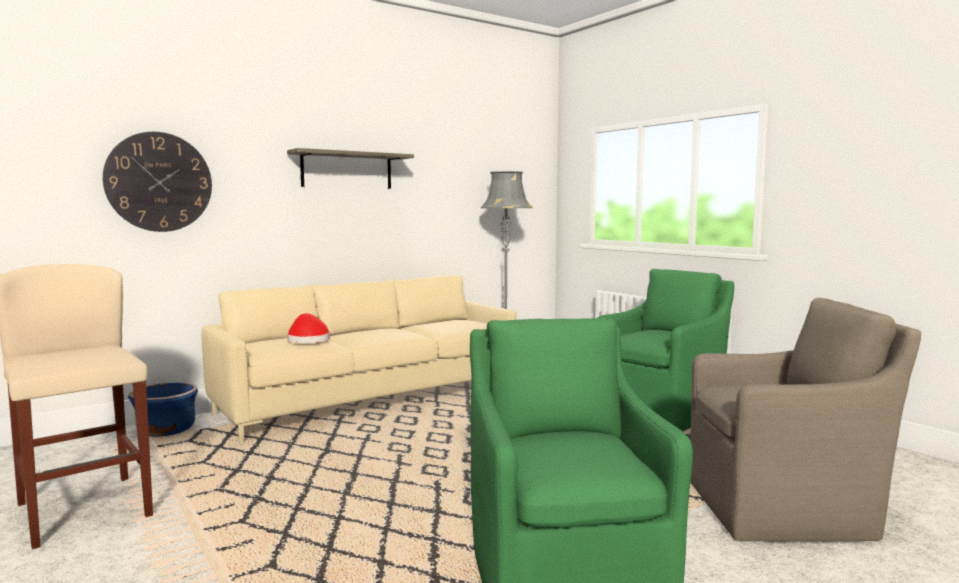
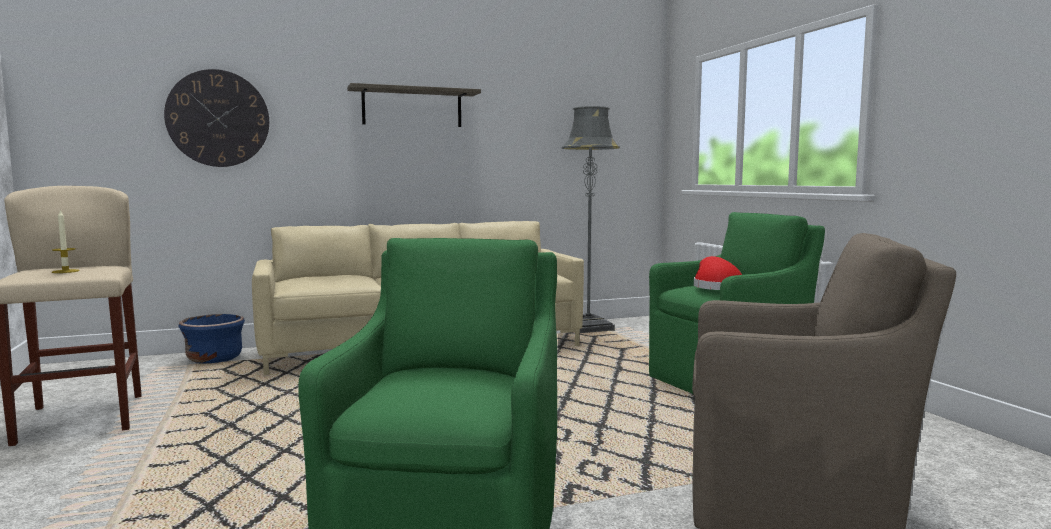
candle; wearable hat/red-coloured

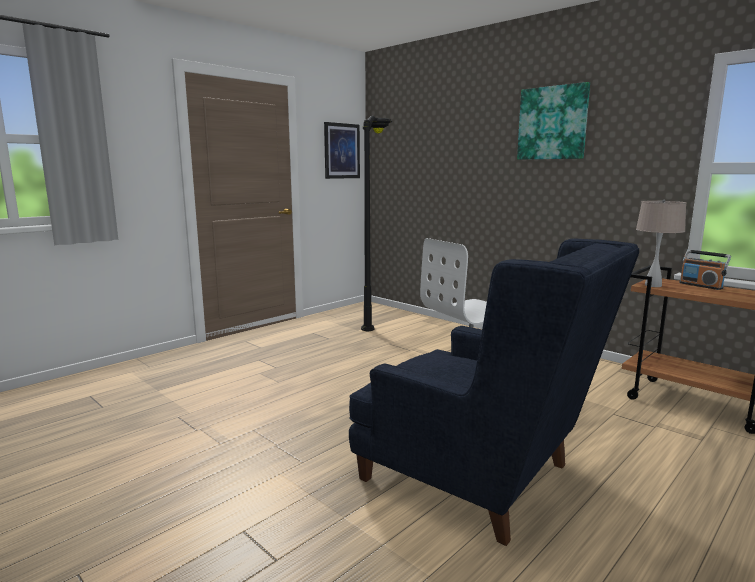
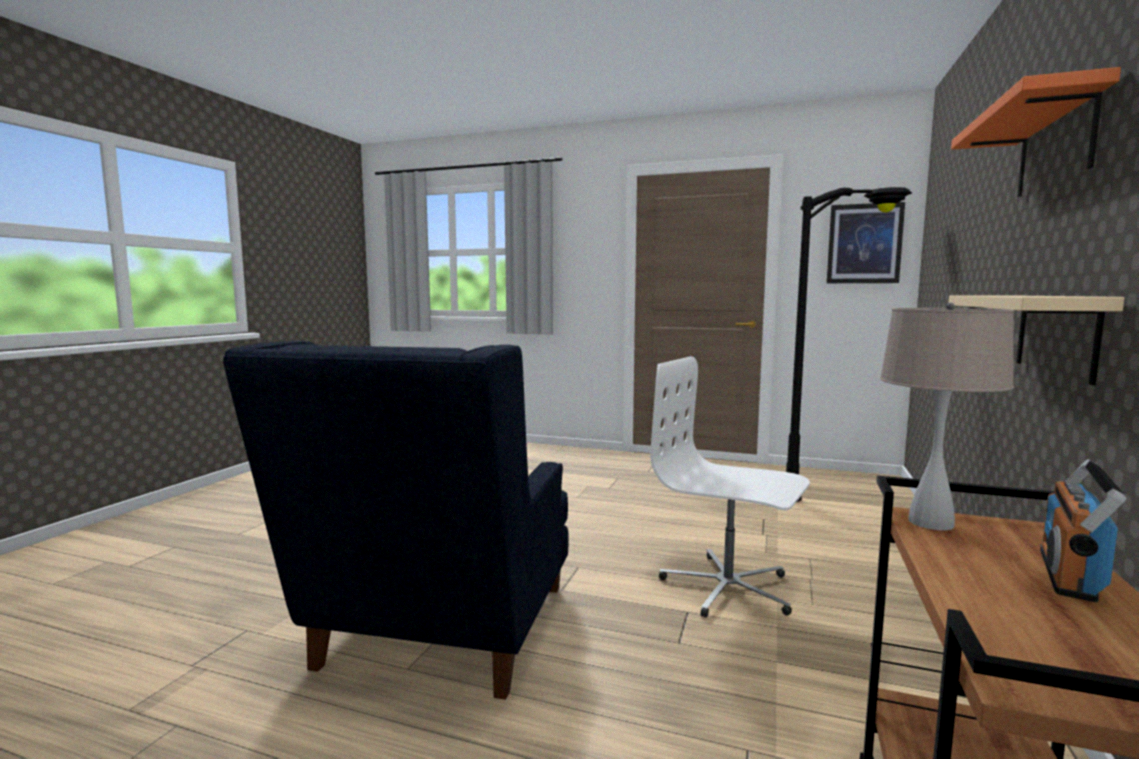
wall shelf/sand-coloured; wall shelf/orange

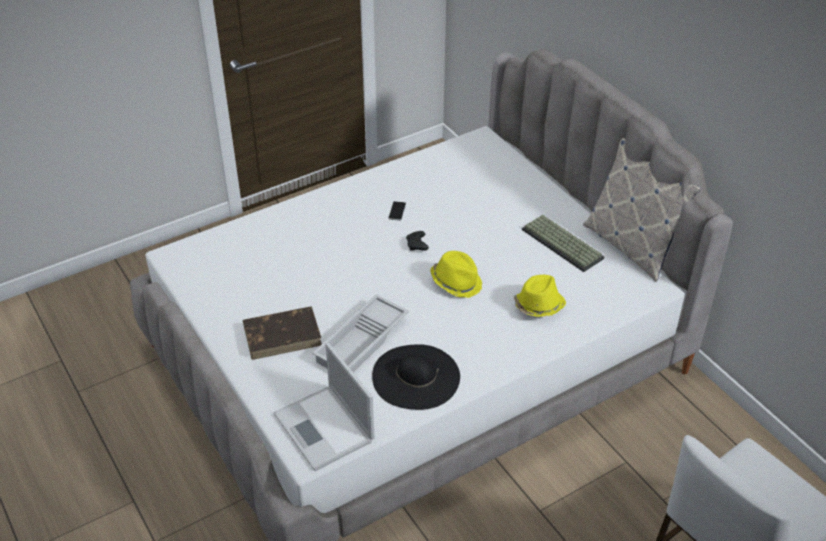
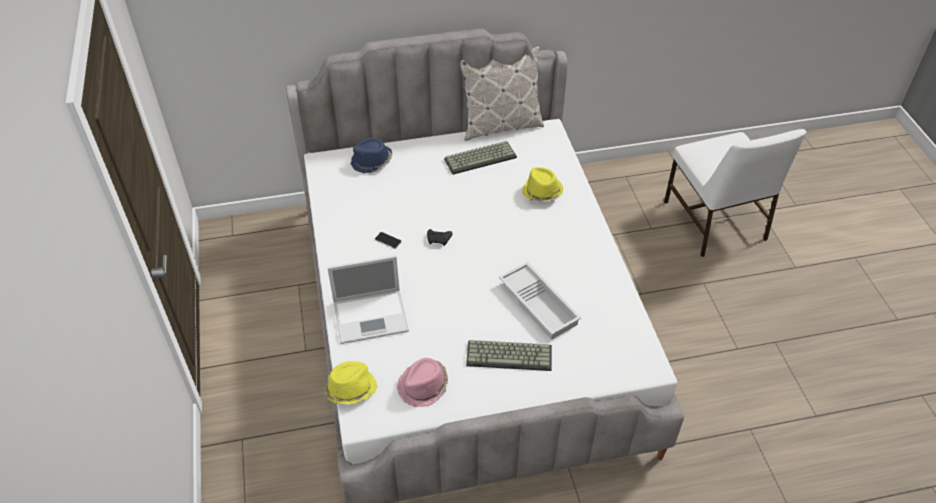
wearable hat/black; wearable hat/blue-coloured; wearable hat/pinkish; portable computer; wearable hat/yellow-coloured (no. 1 from left); PC keyboard (no. 2 from left)

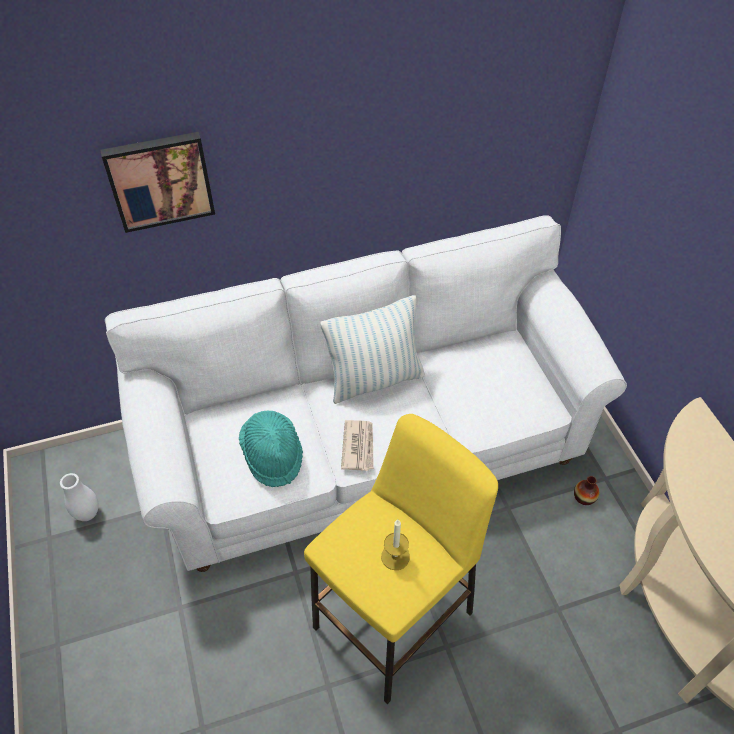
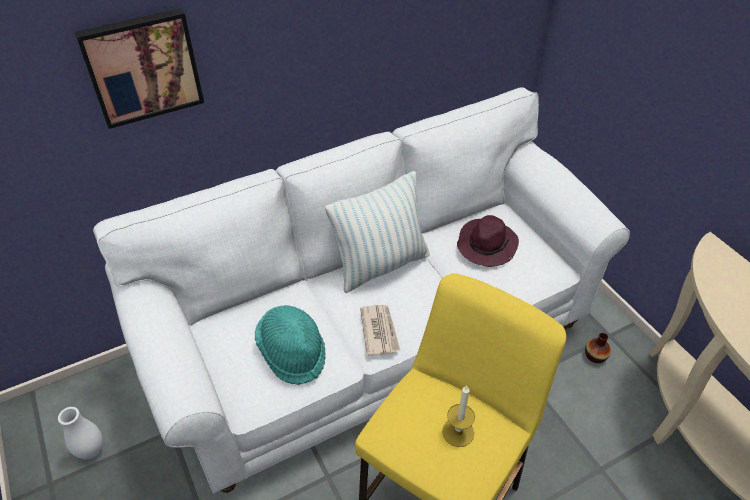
wearable hat/purplish

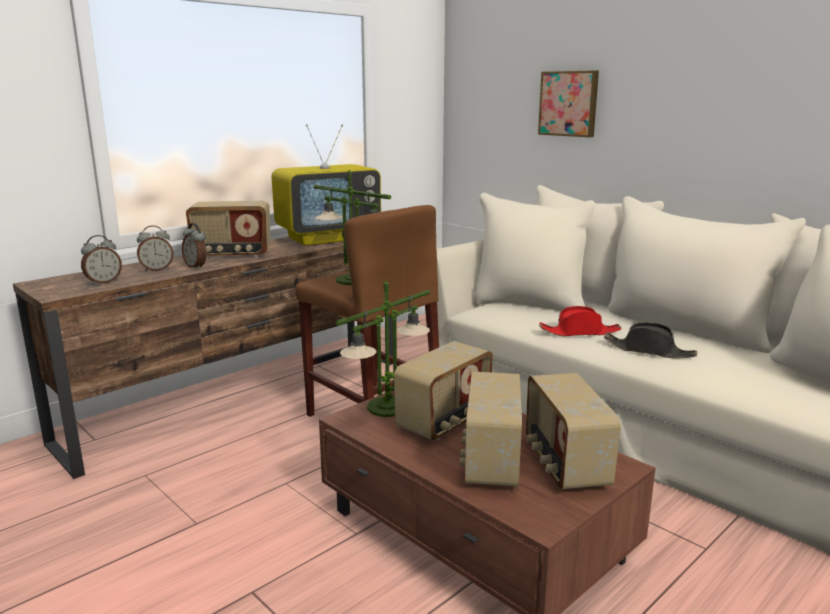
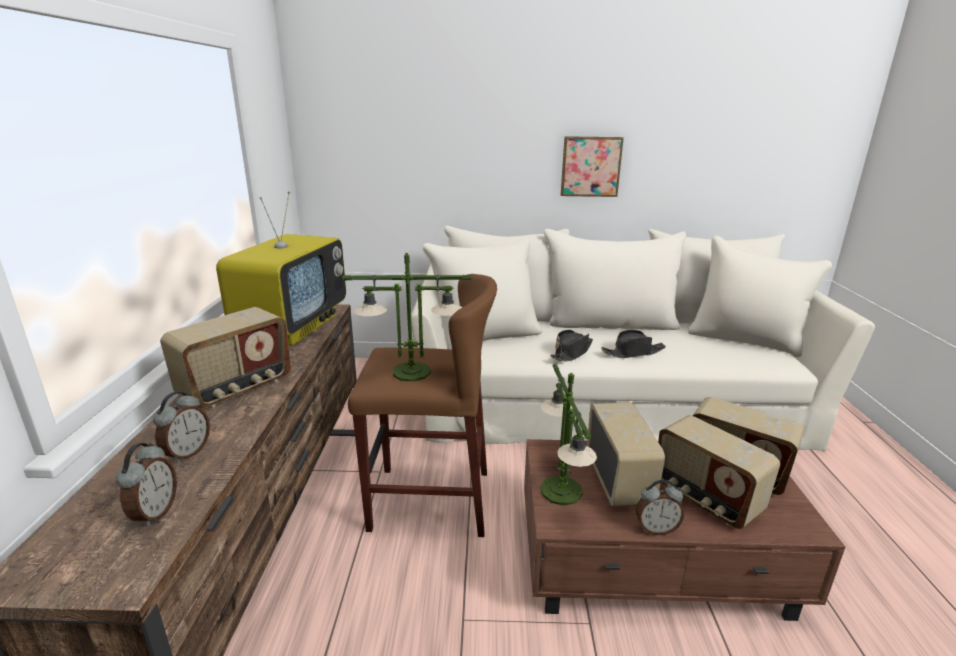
alarm clock (no. 3 from left); picture; wearable hat/black (no. 1 from left)

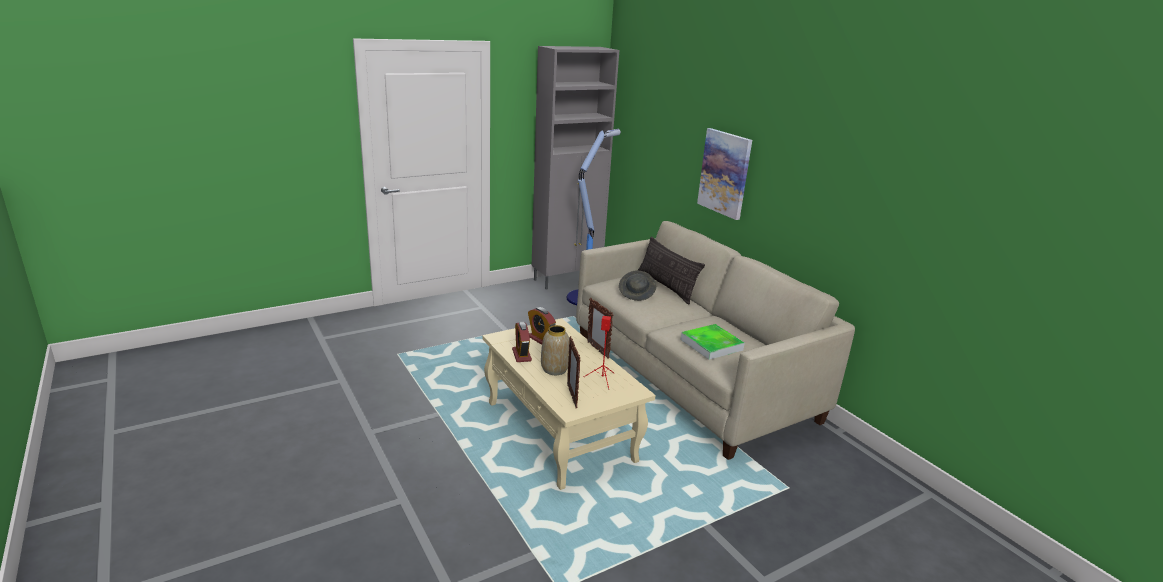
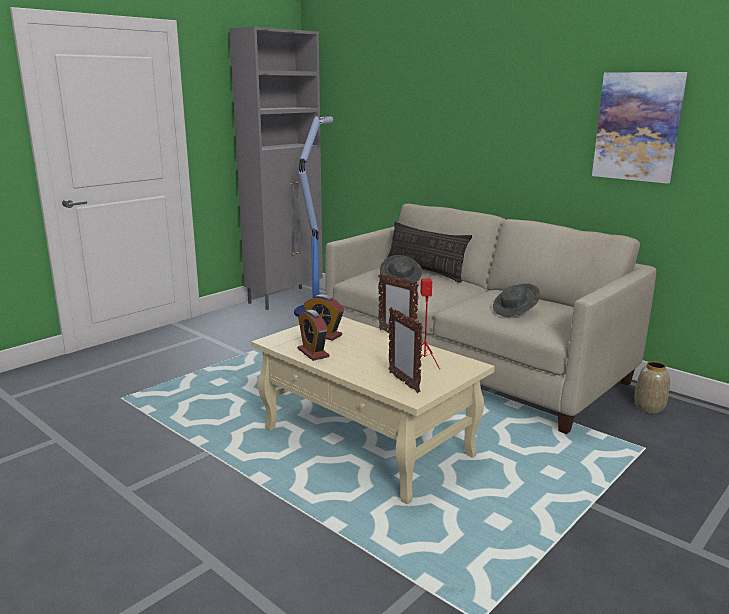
decorative vase; picture; wearable hat/gray (no. 2 from left)

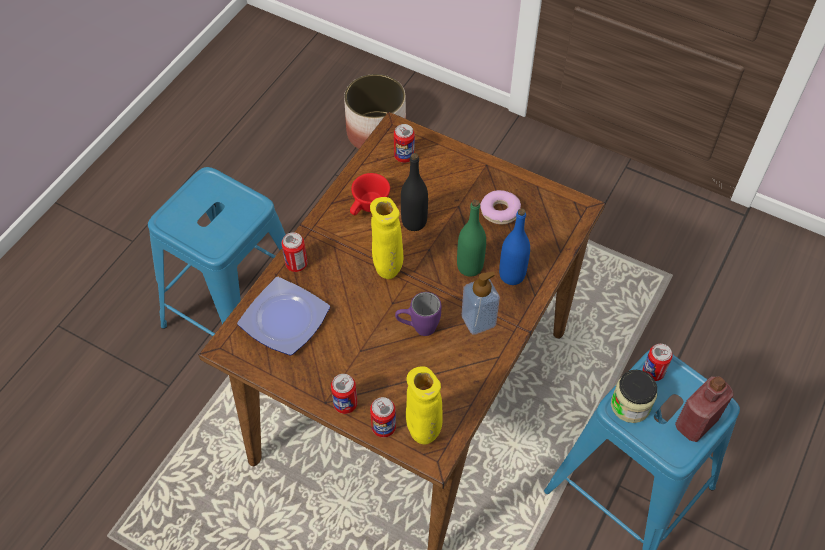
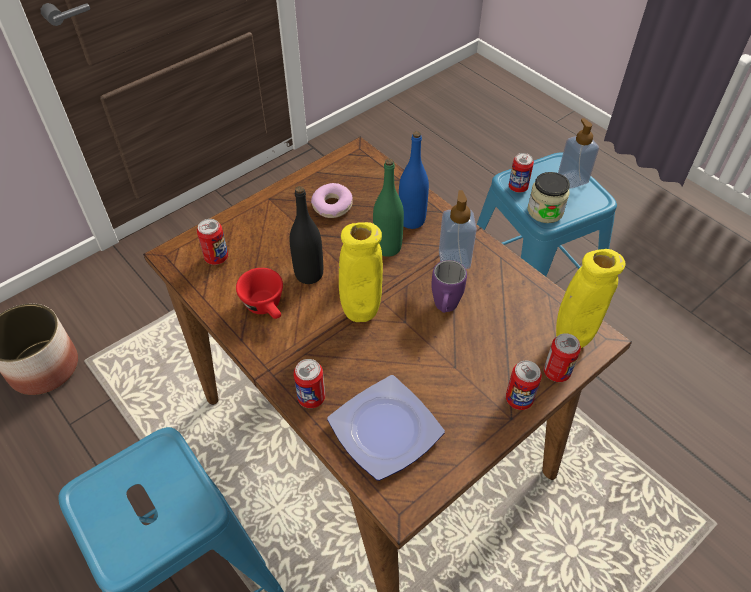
liquid soap bottle (no. 2 from left)

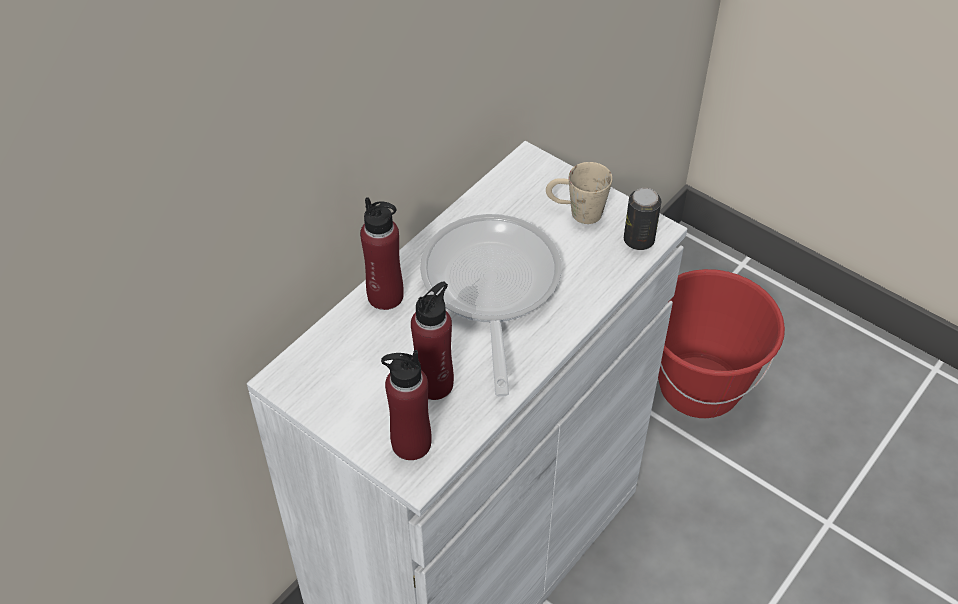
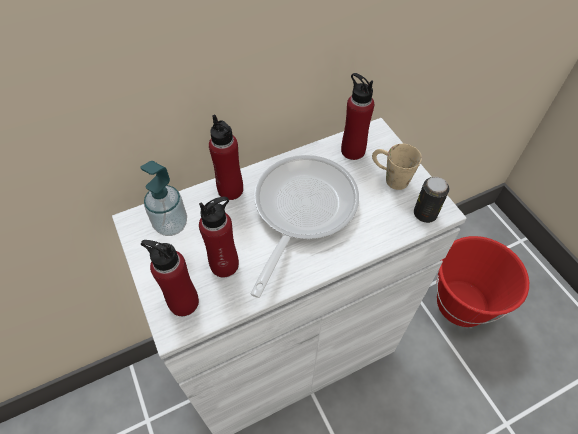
liquid soap bottle; drink bottle/red-coloured (no. 4 from left)

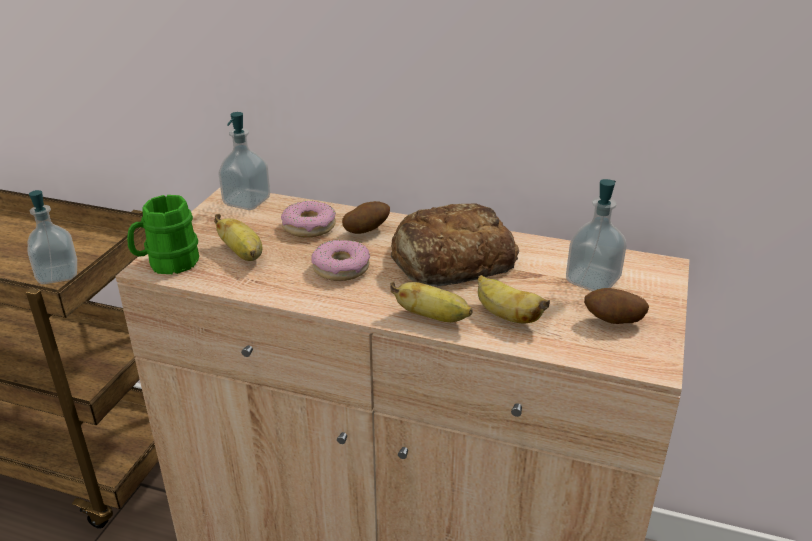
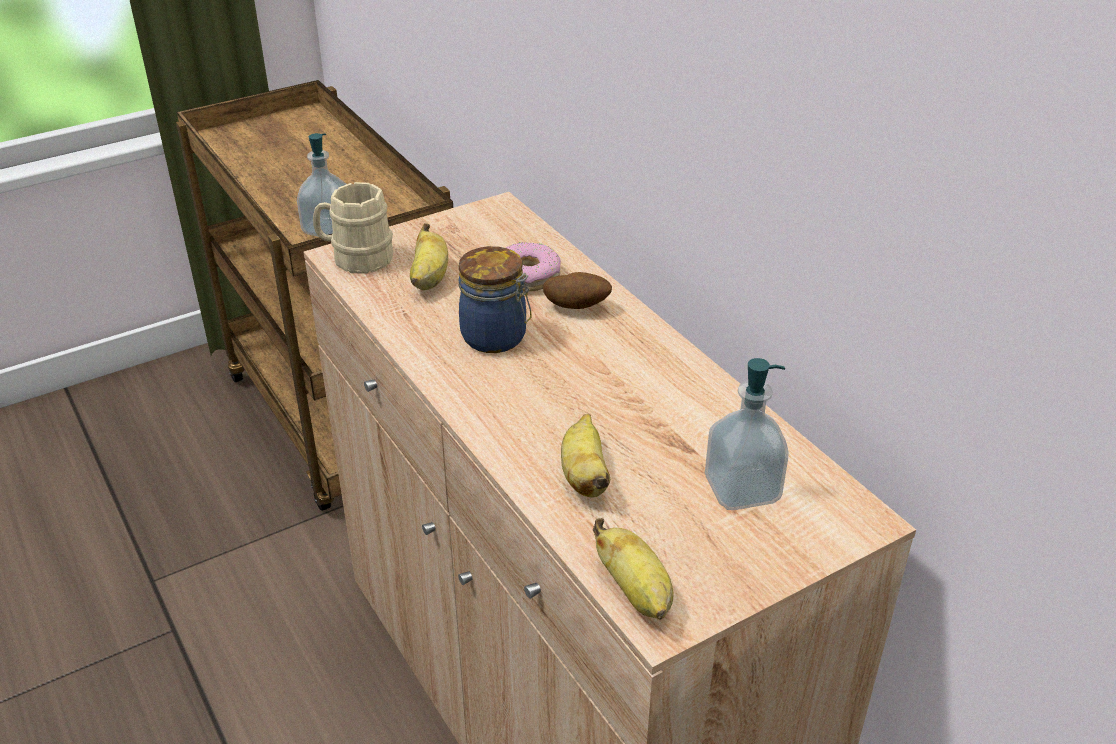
liquid soap bottle (no. 2 from left in the first image); baked bread; whole potato (no. 2 from left in the first image); banana (no. 3 from left); storage jar; tea mug/sand-coloured

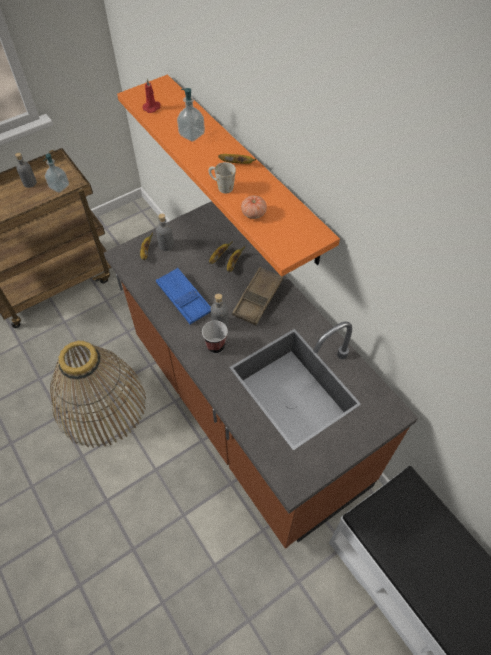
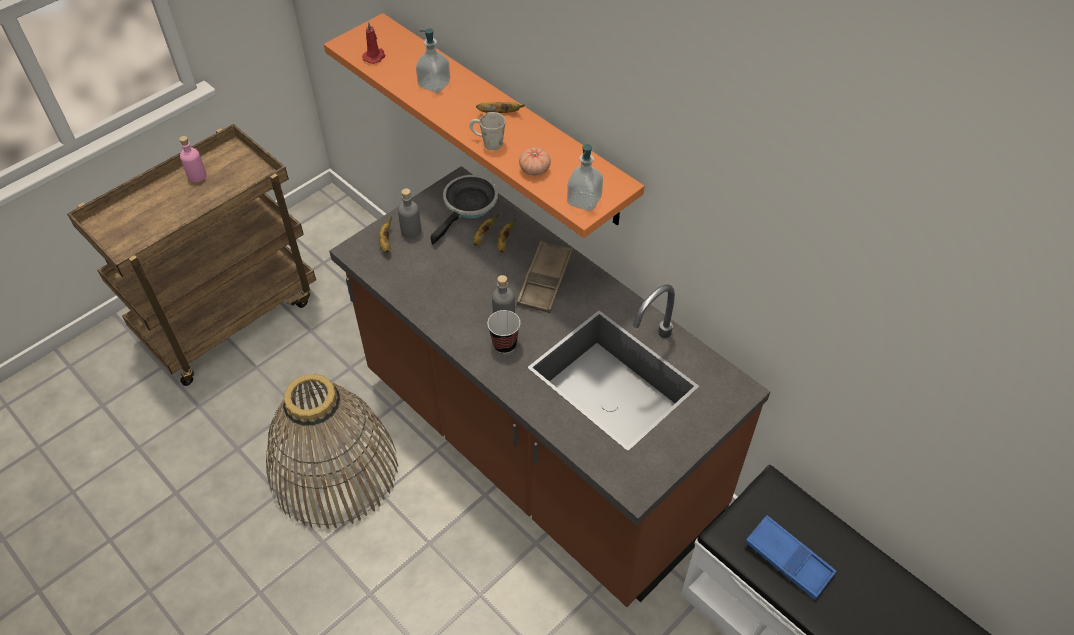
frying pan; liquid soap bottle (no. 2 from left); serving tray/blue-coloured; drink bottle/pinkish

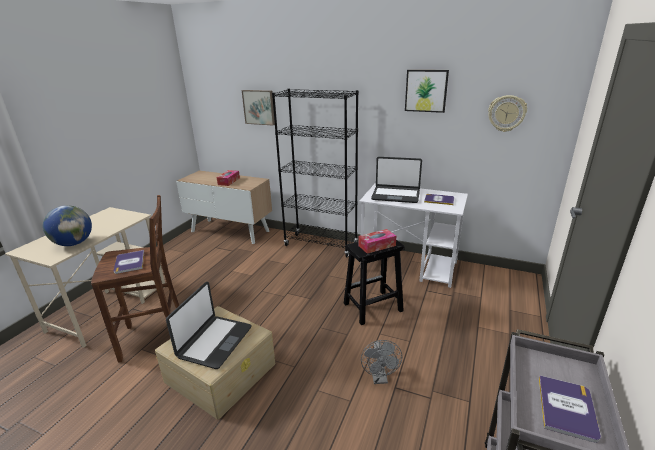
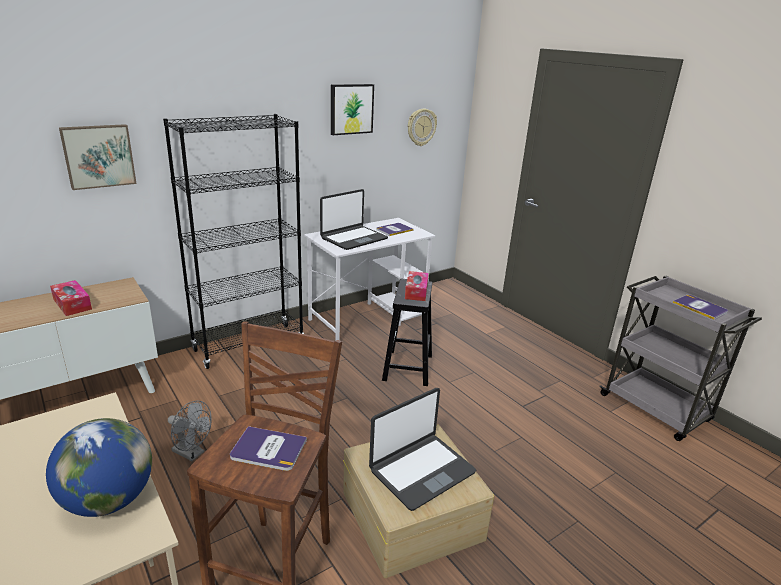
fan/gray; portable computer (no. 2 from left)

